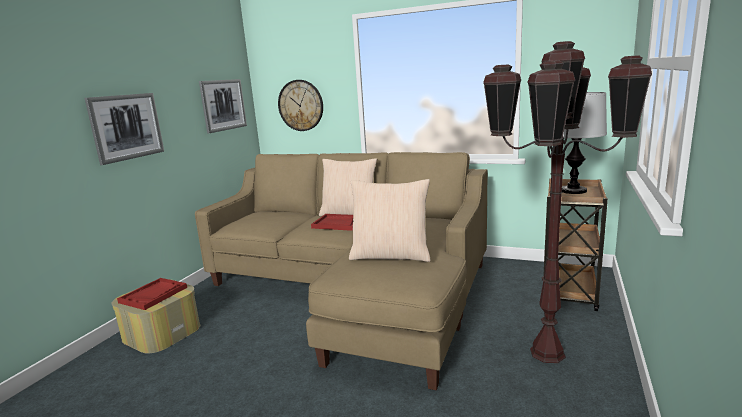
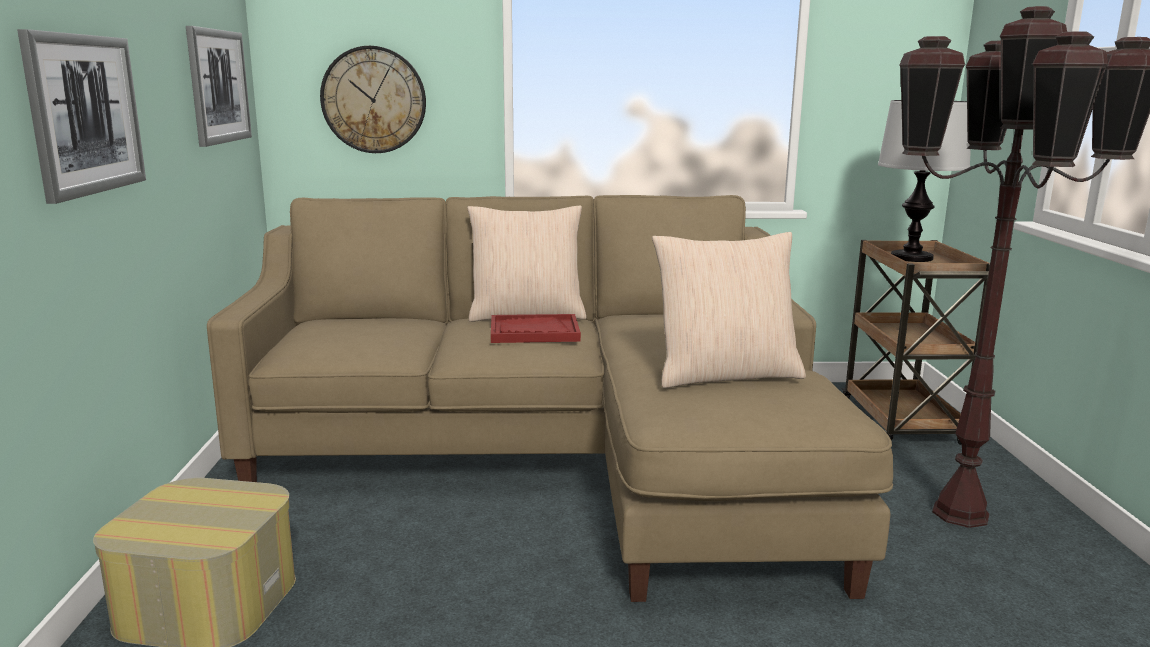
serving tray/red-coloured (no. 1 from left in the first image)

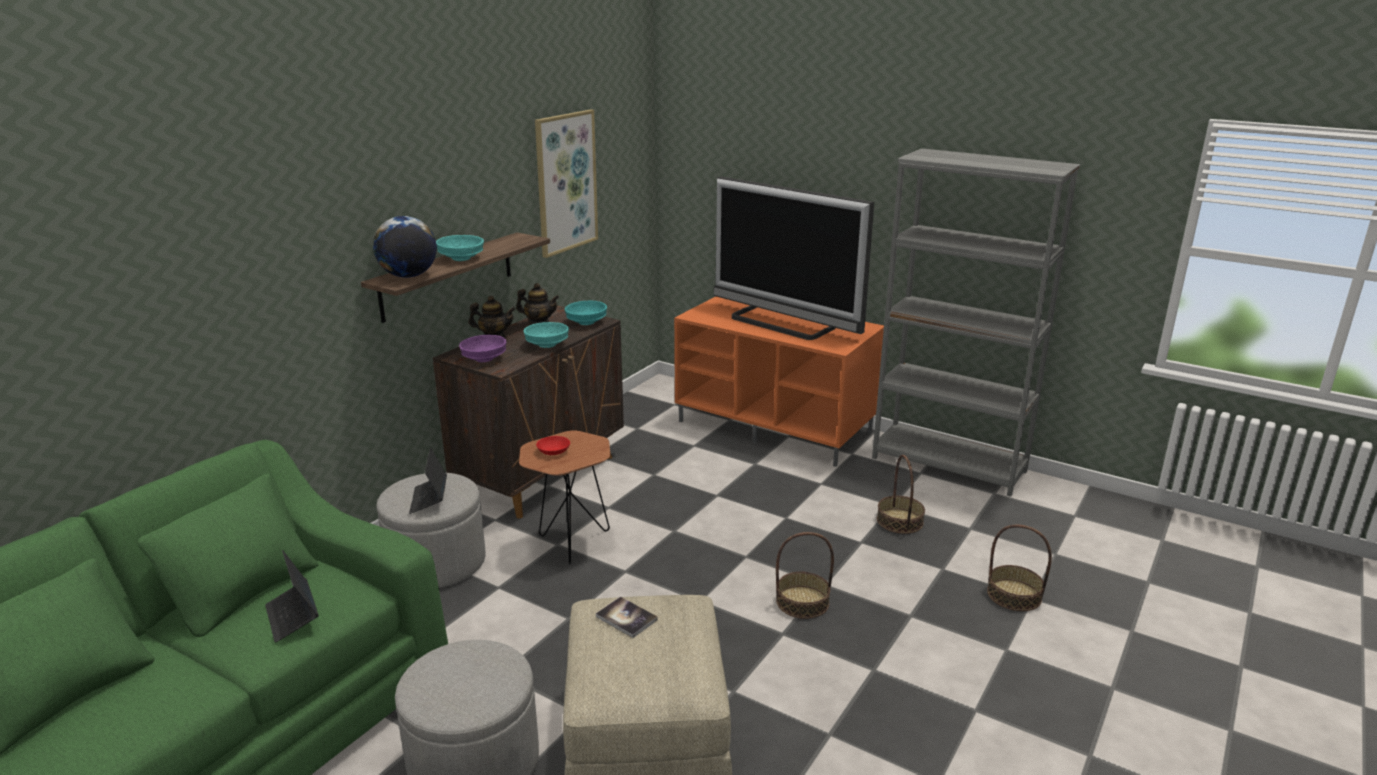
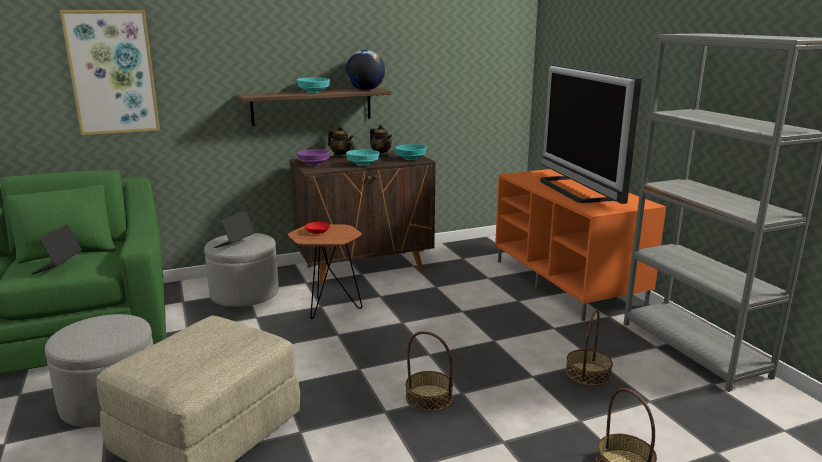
volume; desk globe; picture

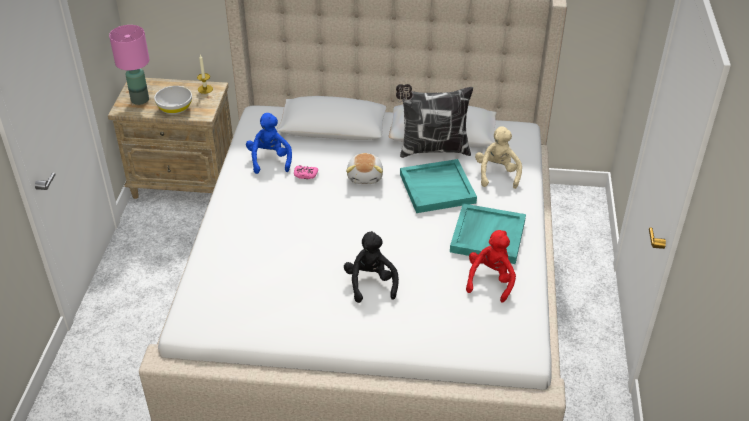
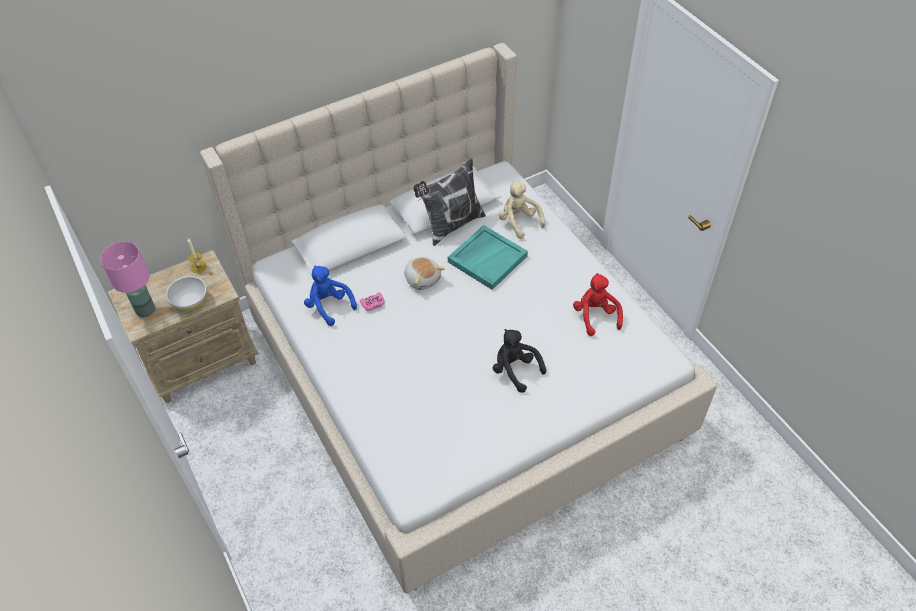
serving tray/blue-green (no. 2 from left in the first image)

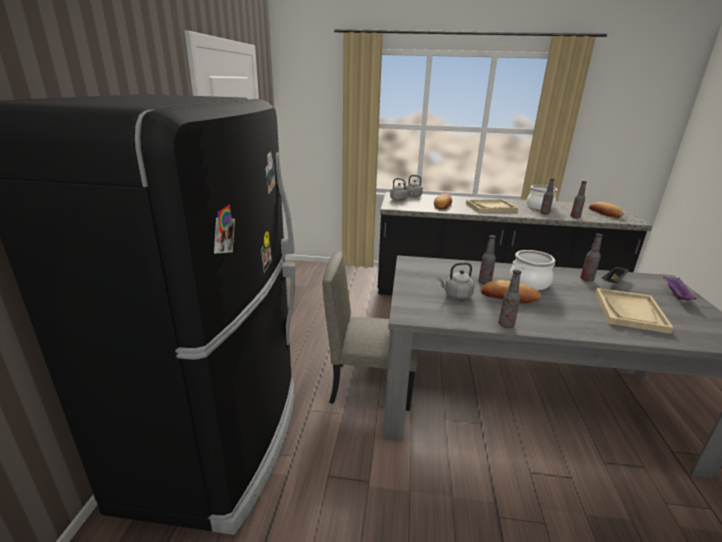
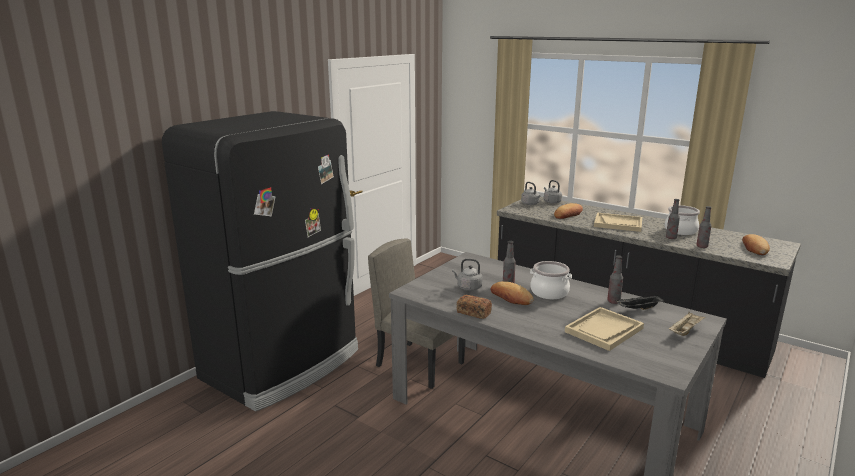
baked bread (no. 1 from left); serving tray/sand-coloured (no. 3 from left)

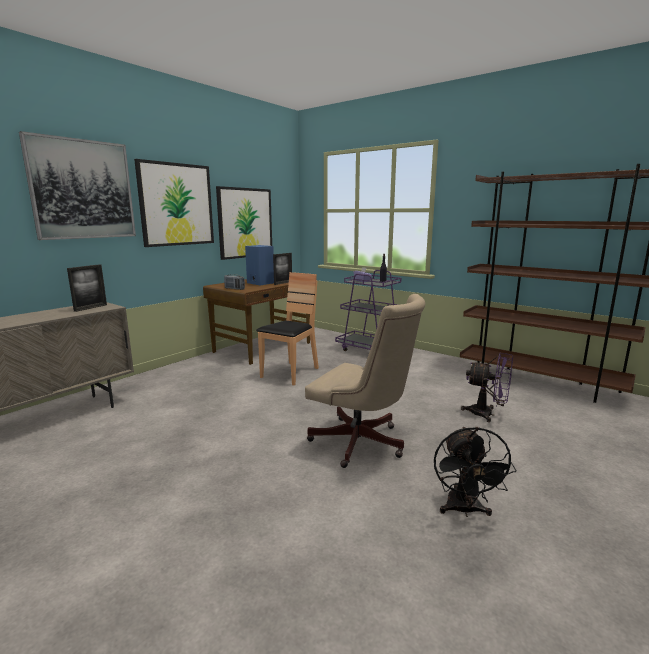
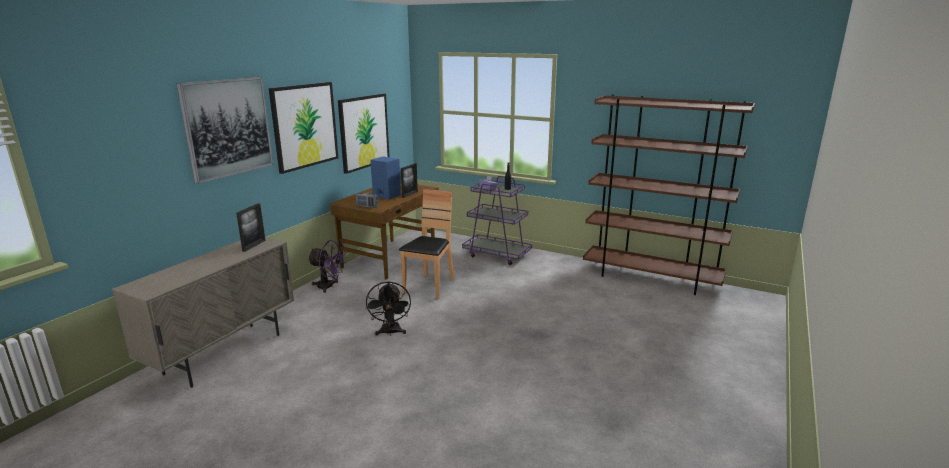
office chair/sand-coloured; fan/black; fan/purplish

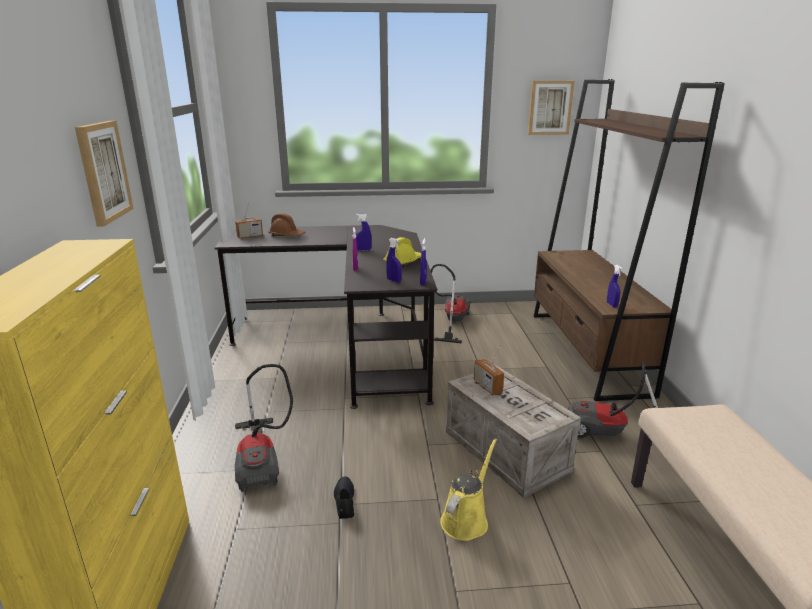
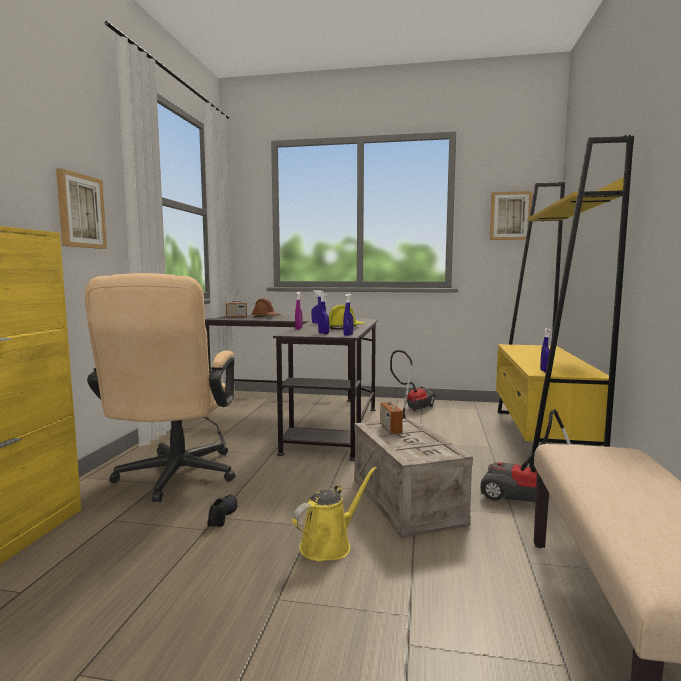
office chair/sand-coloured; bookcase/yellow-coloured

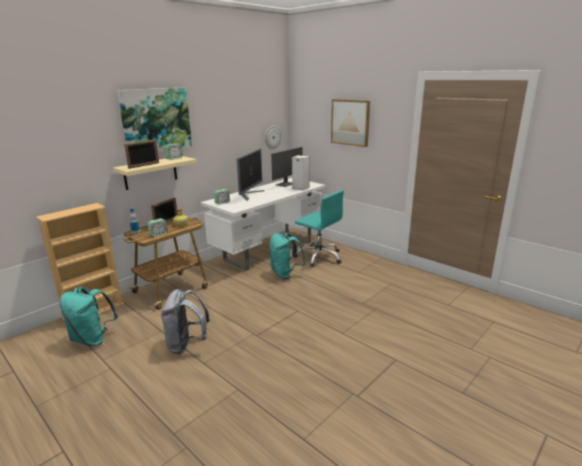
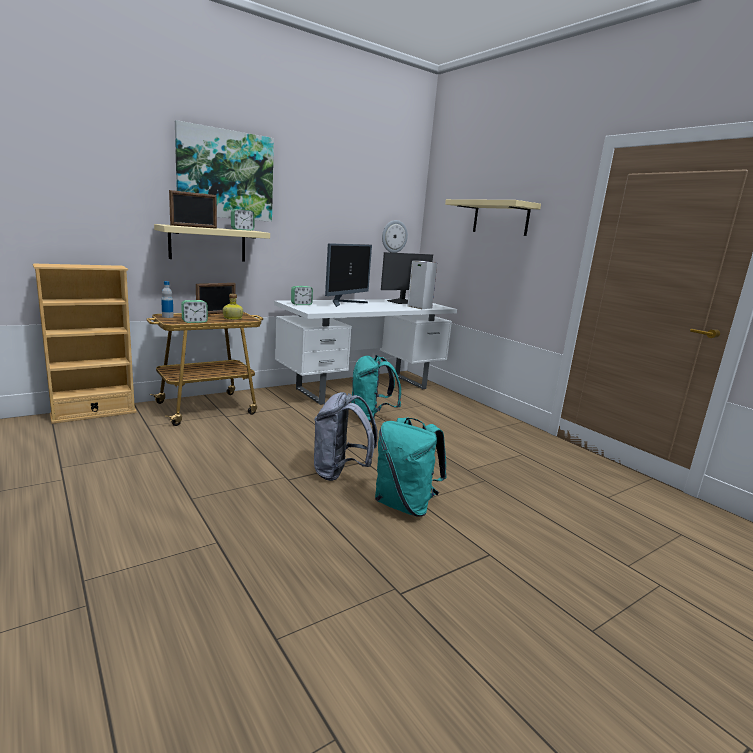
office chair/blue-green; knapsack/blue-green (no. 2 from left); knapsack/gray; wall shelf/sand-coloured (no. 2 from left)

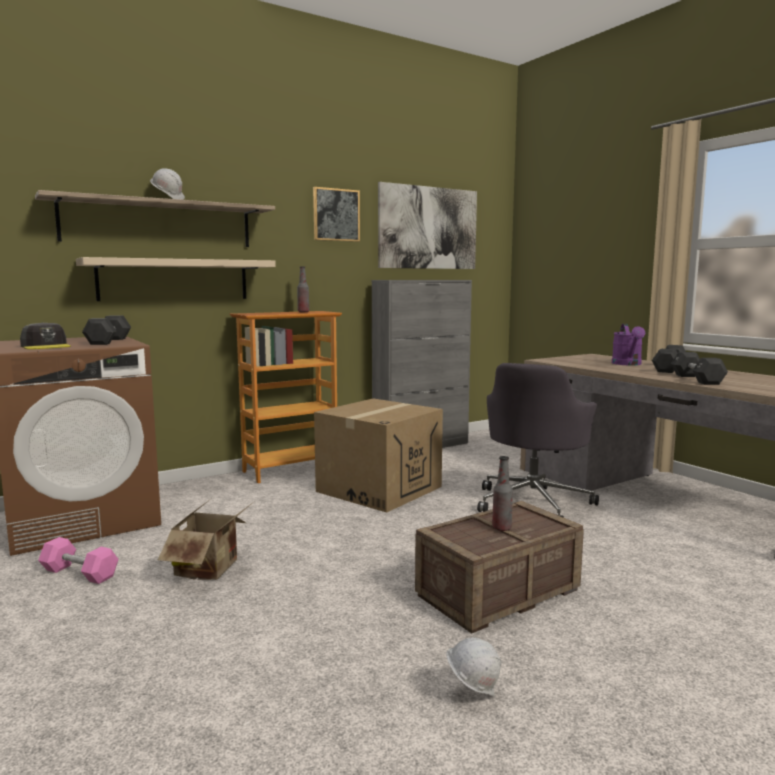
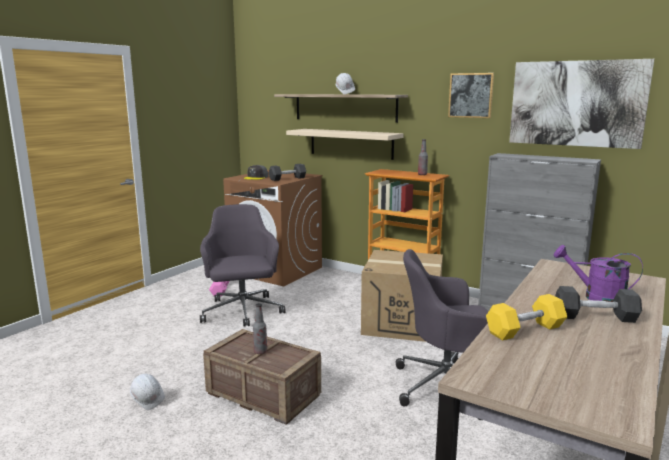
office chair/gray (no. 1 from left); dumbbell/yellow-coloured; watering pot/purplish

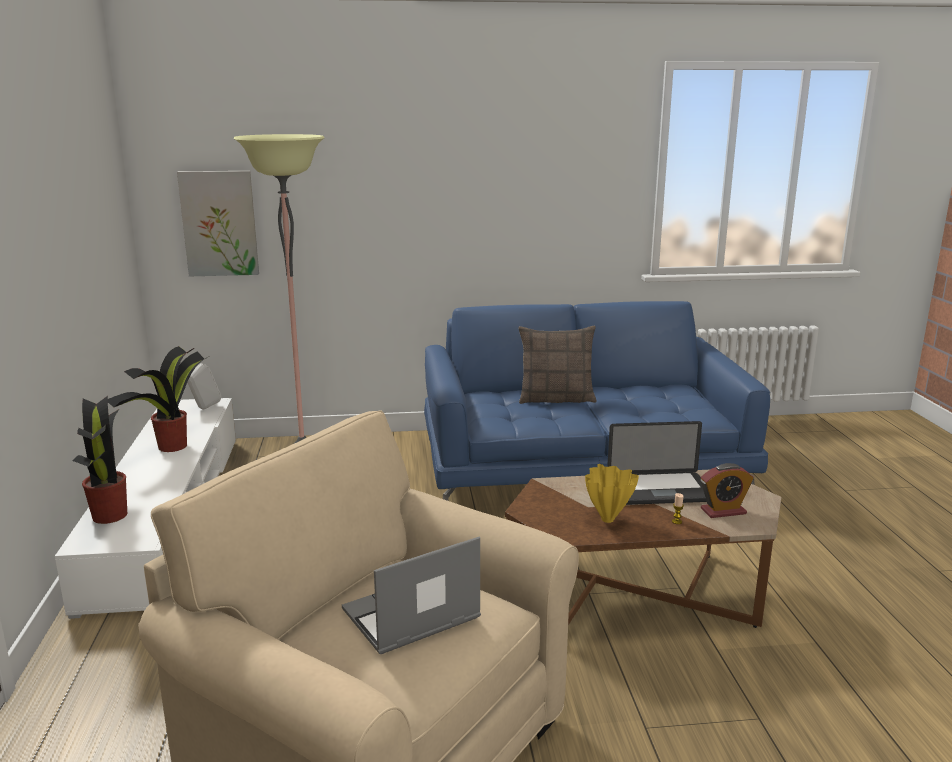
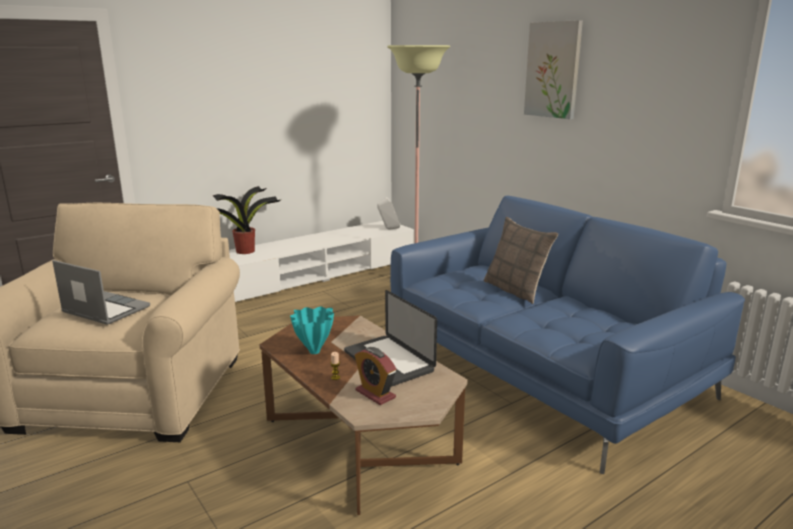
houseplant (no. 2 from left in the first image); picture; decorative vase/blue-green

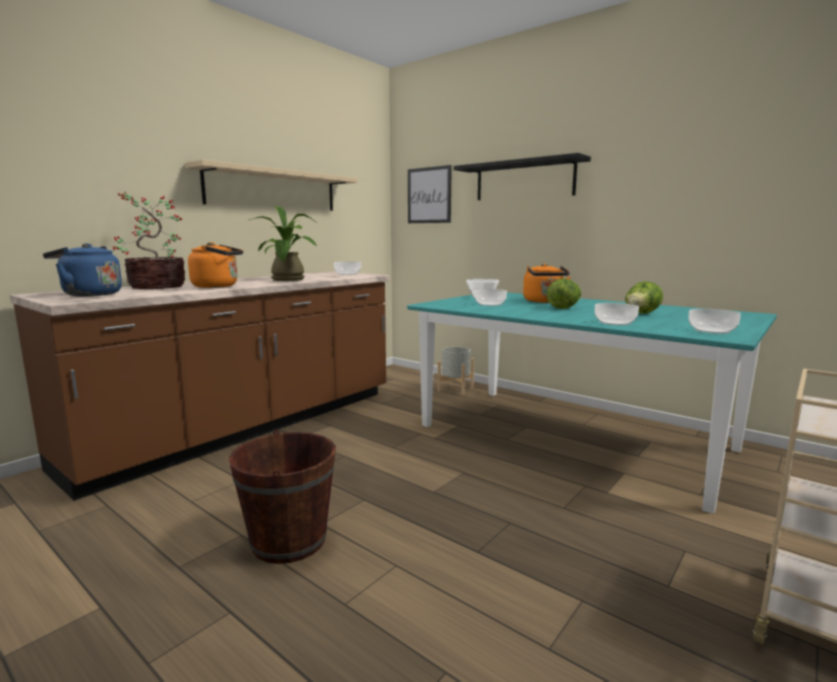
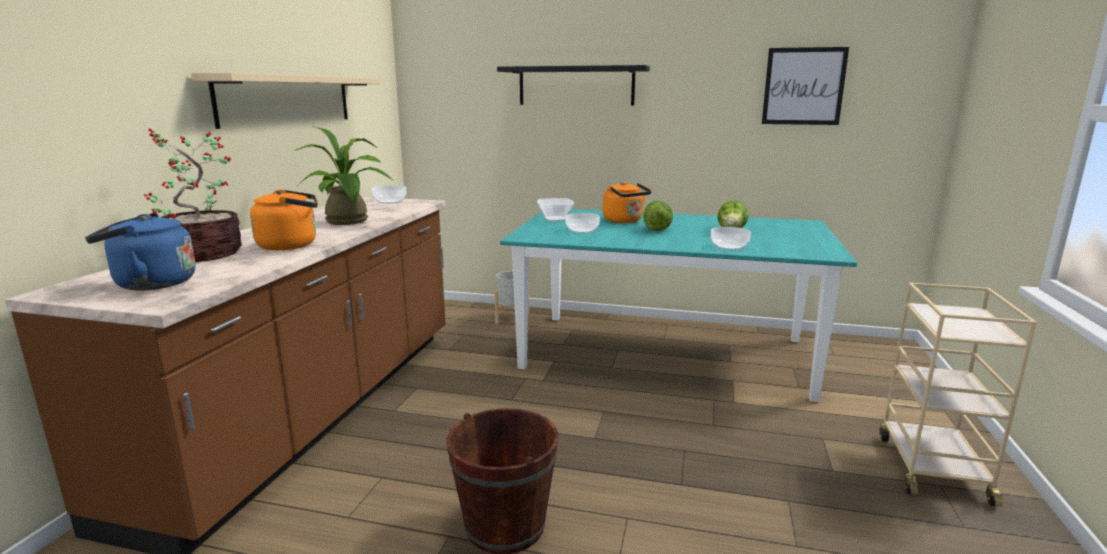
deep dish (no. 5 from left in the first image); picture

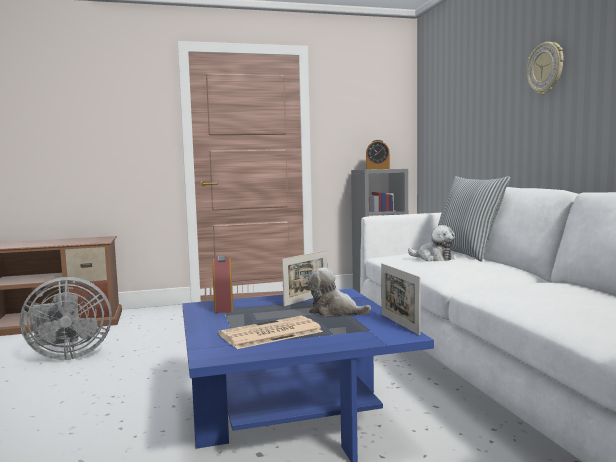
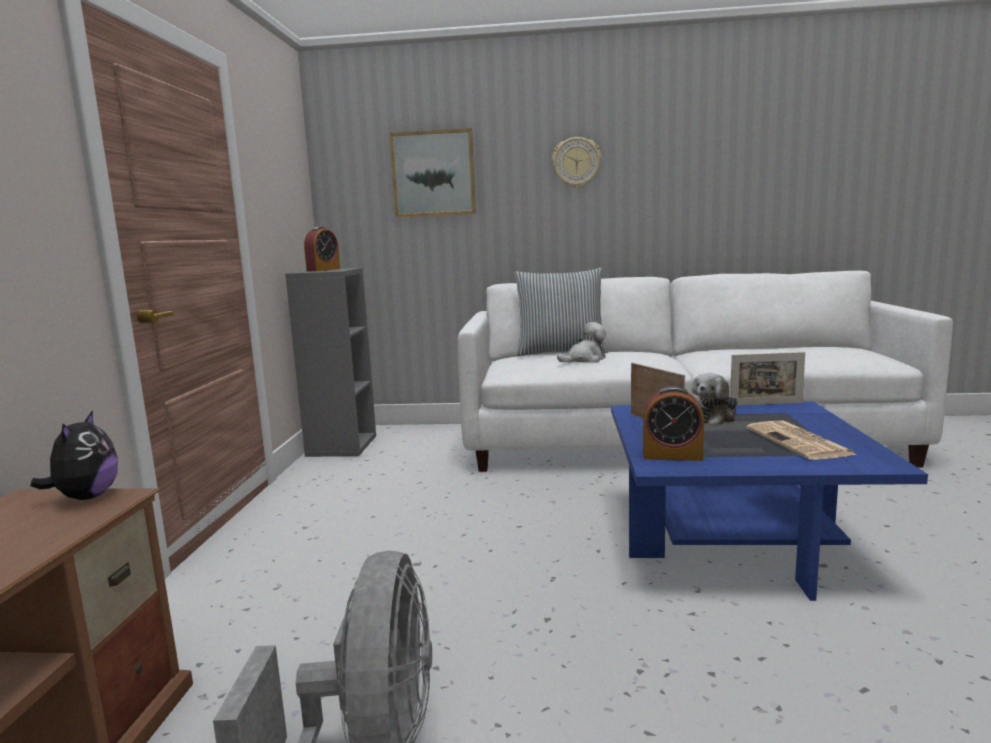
cuddly toy (no. 1 from left); picture

